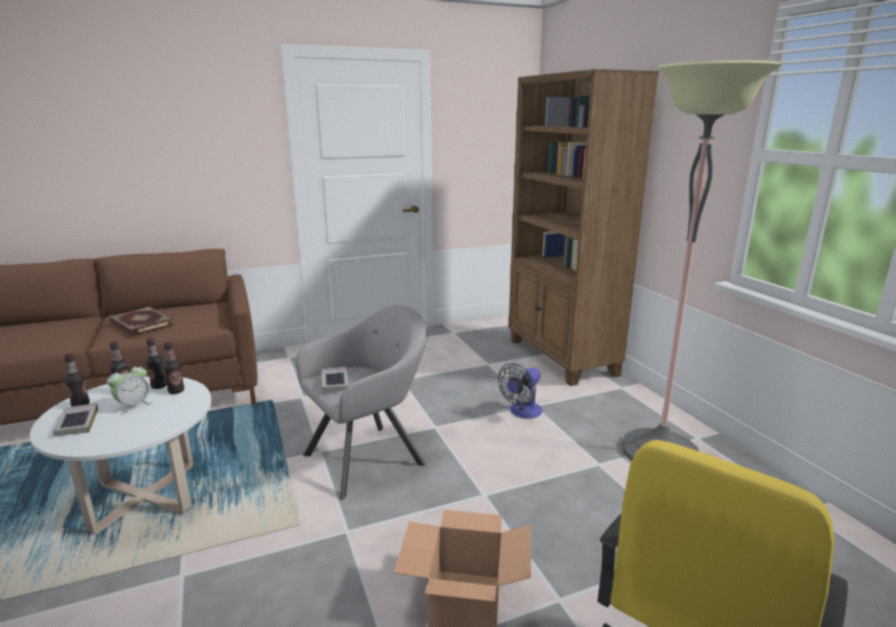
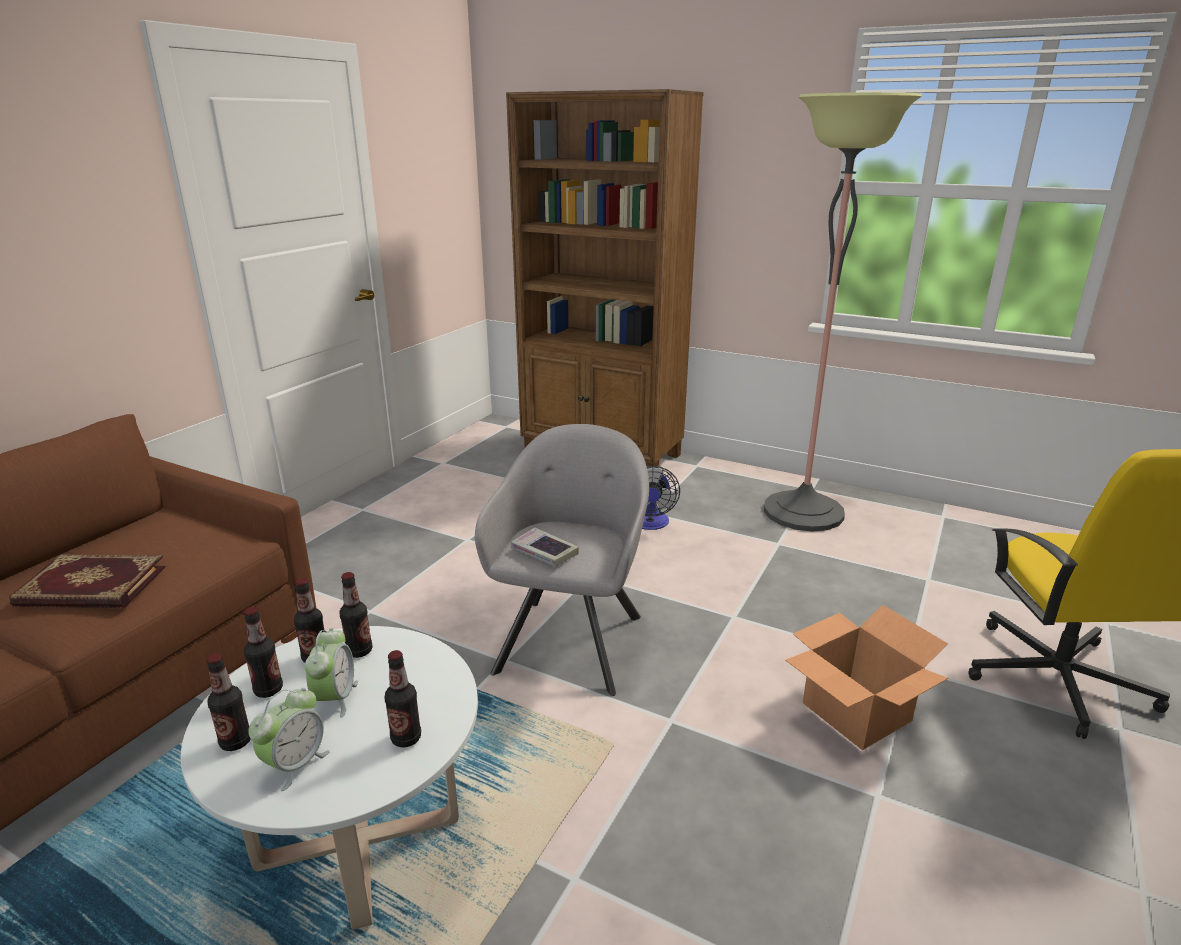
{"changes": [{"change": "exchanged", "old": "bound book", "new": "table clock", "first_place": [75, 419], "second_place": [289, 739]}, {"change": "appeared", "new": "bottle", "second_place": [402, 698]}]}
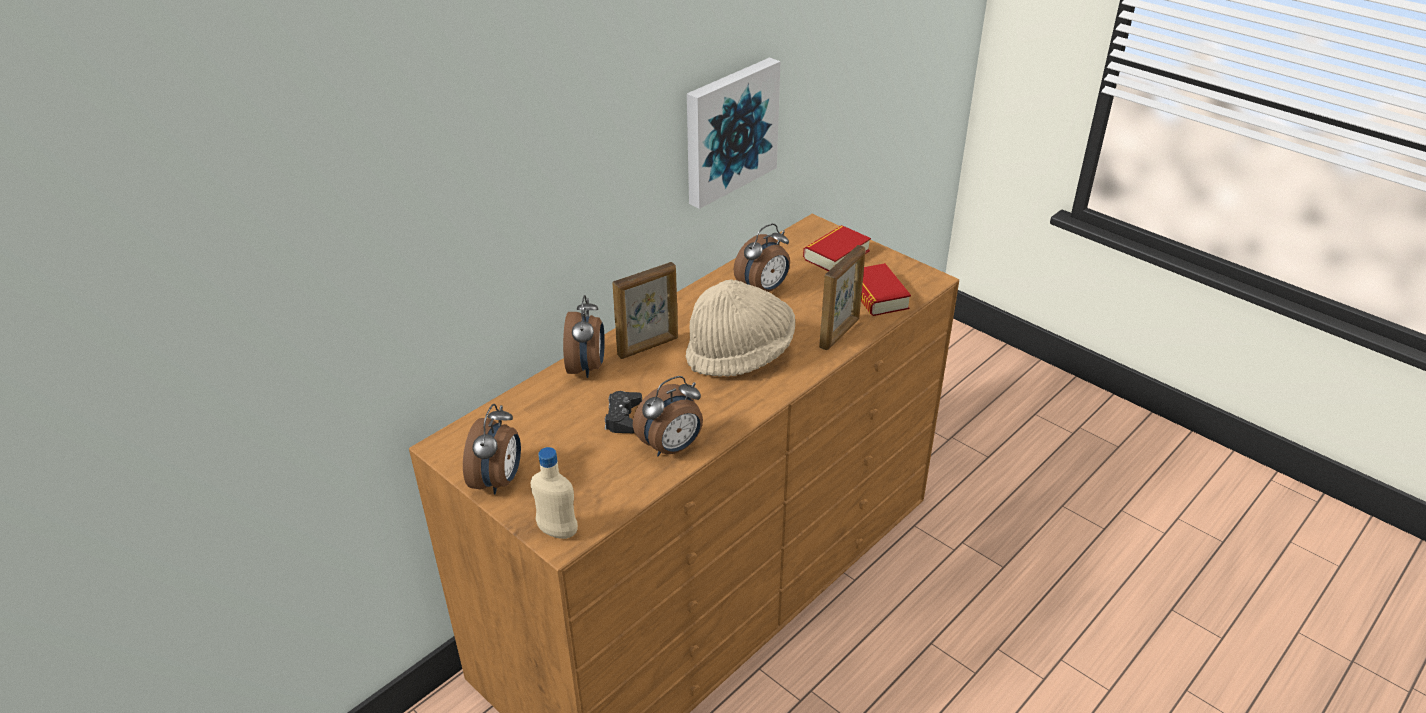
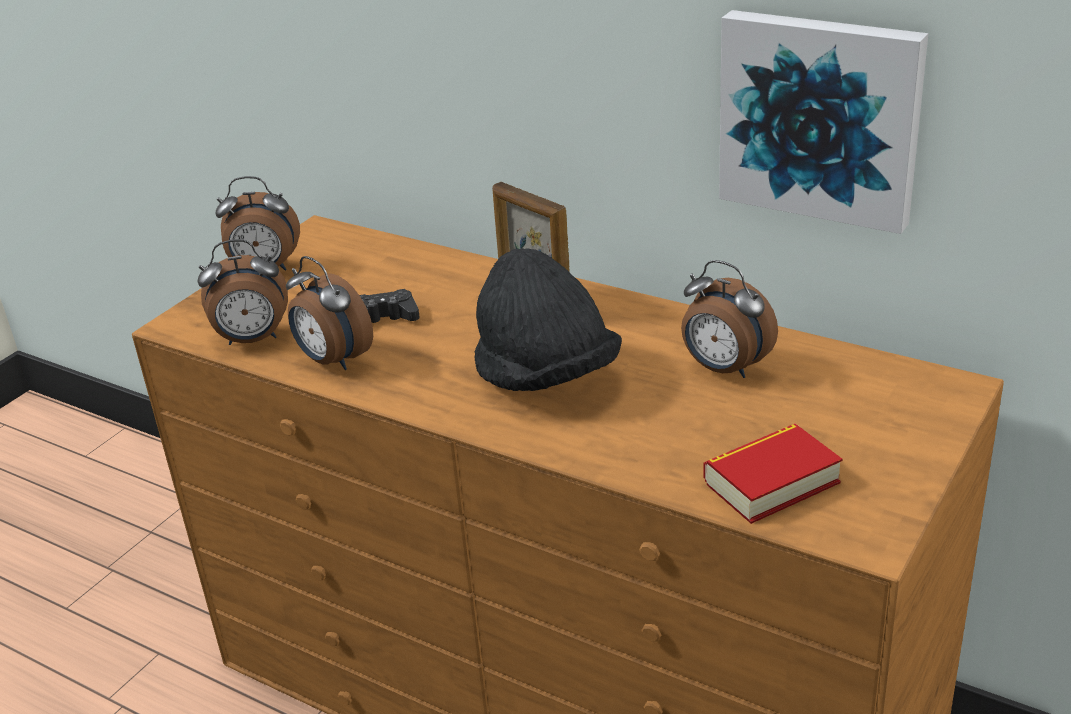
{"changes": [{"change": "missing", "old": "beige-coloured bottle", "first_place": [554, 493]}, {"change": "relocated", "old": "table clock", "first_place": [584, 336], "second_place": [242, 292]}, {"change": "colour", "old": "beige-coloured clothing hat", "new": "black clothing hat", "first_place": [740, 328], "second_place": [548, 319]}, {"change": "missing", "old": "bound book", "first_place": [837, 248]}, {"change": "missing", "old": "standing frame", "first_place": [842, 297]}]}
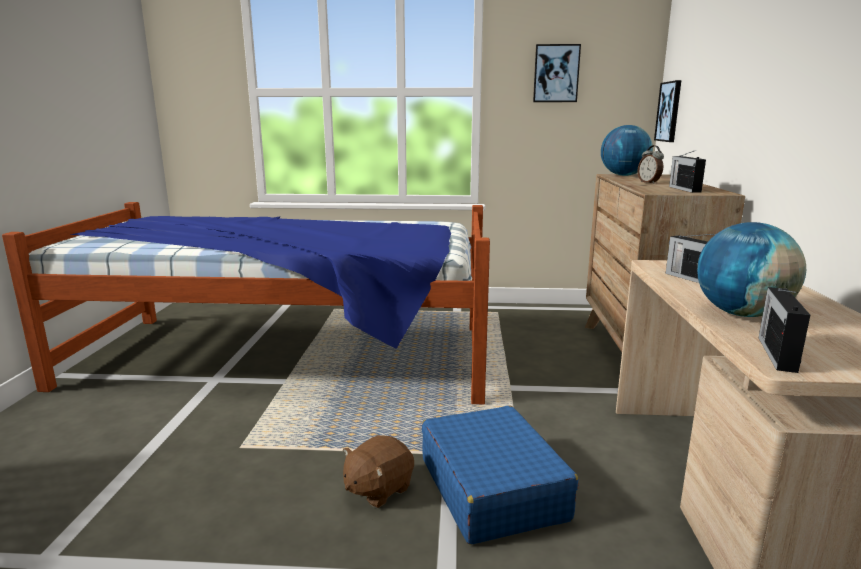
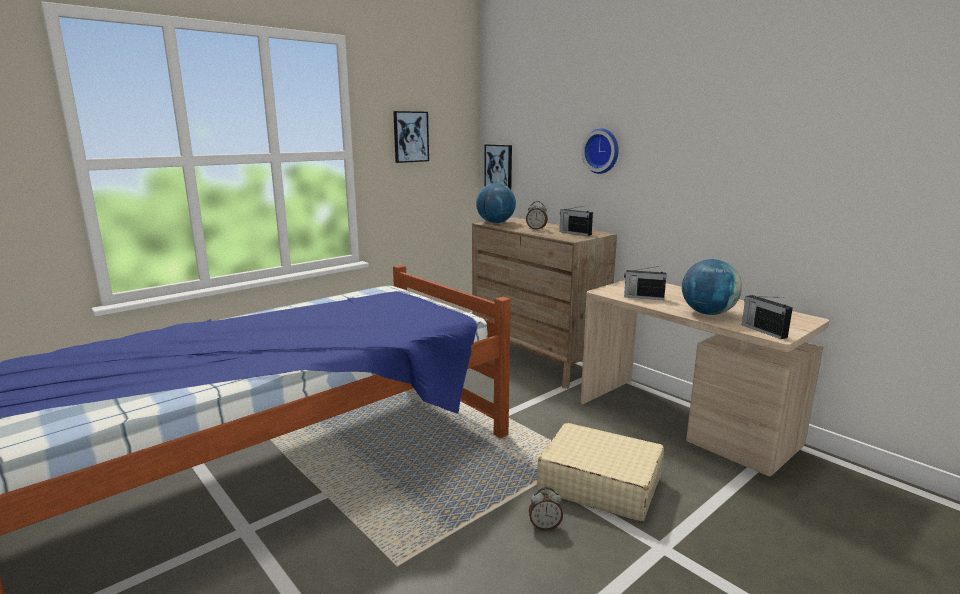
{"changes": [{"change": "exchanged", "old": "brownish plush toy", "new": "table clock", "first_place": [378, 471], "second_place": [546, 509]}, {"change": "colour", "old": "blue-coloured piece of luggage", "new": "beige-coloured piece of luggage", "first_place": [500, 475], "second_place": [600, 472]}, {"change": "appeared", "new": "clock on the wall", "second_place": [600, 151]}]}
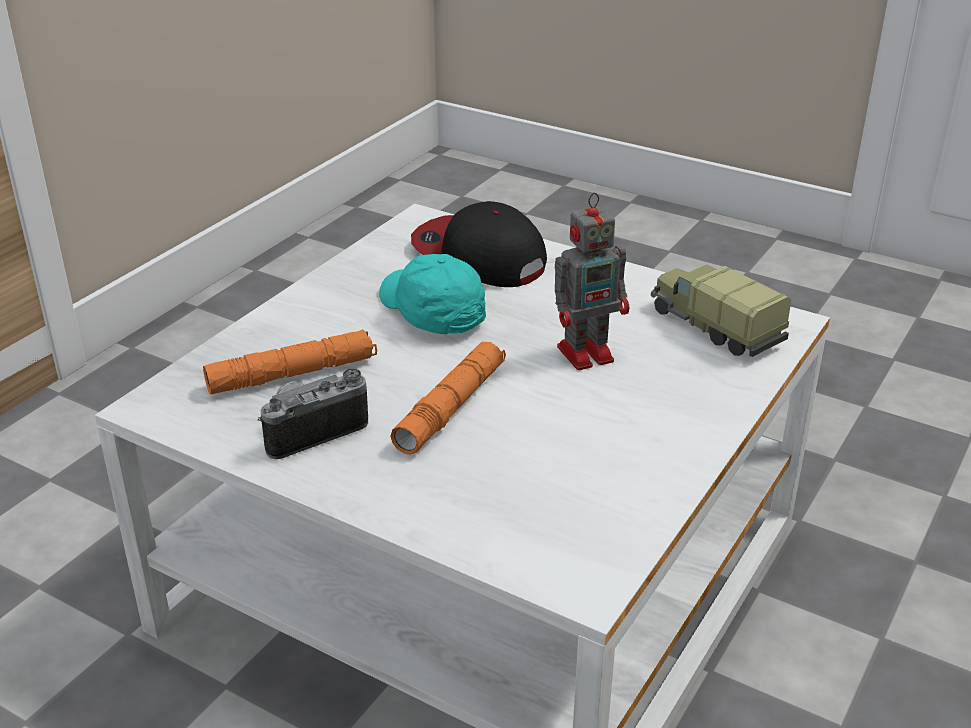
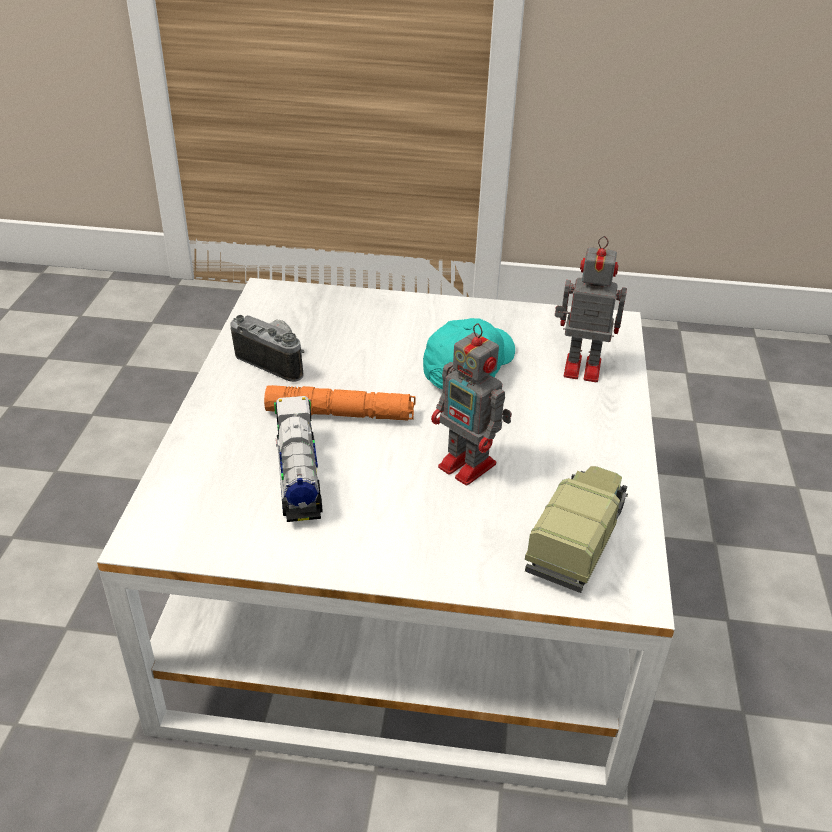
{"changes": [{"change": "missing", "old": "orange flashlight", "first_place": [290, 362]}, {"change": "exchanged", "old": "cap", "new": "model robot", "first_place": [479, 244], "second_place": [591, 309]}, {"change": "appeared", "new": "toy lorry", "second_place": [298, 459]}]}
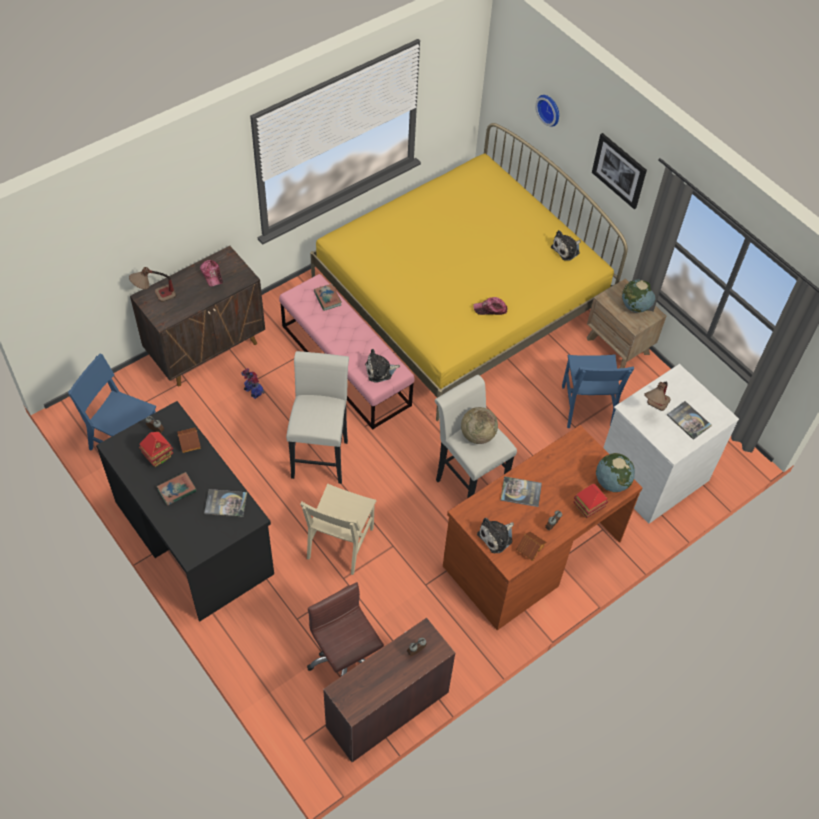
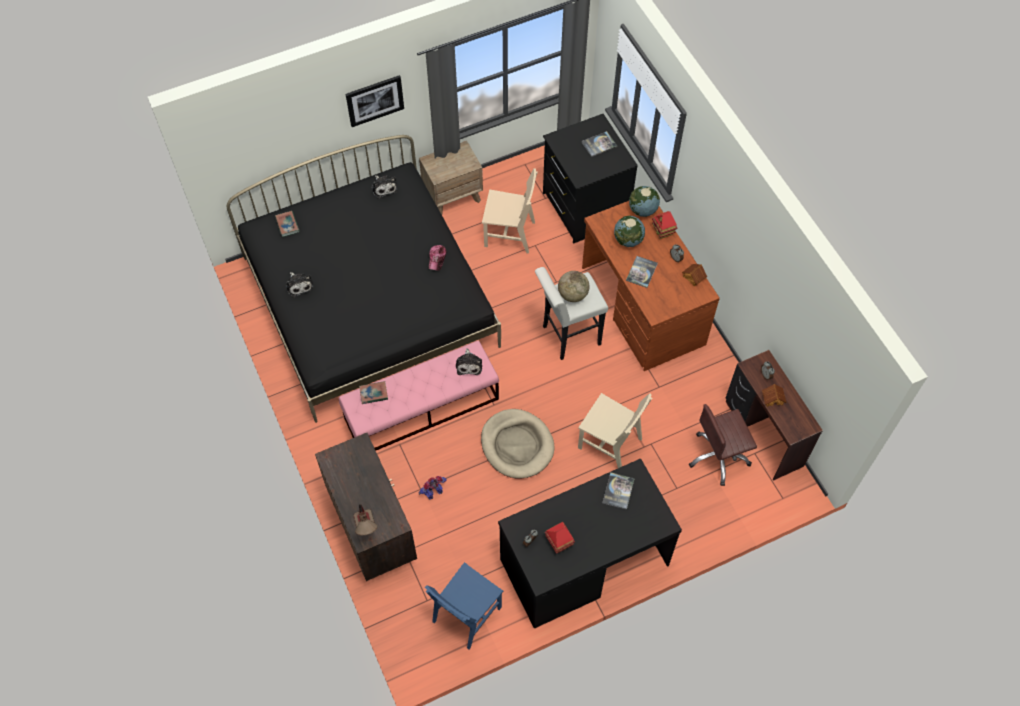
{"changes": [{"change": "relocated", "old": "bound book", "first_place": [176, 489], "second_place": [287, 224]}, {"change": "relocated", "old": "model house", "first_place": [189, 440], "second_place": [774, 395]}, {"change": "missing", "old": "cap", "first_place": [211, 273]}, {"change": "exchanged", "old": "whitish stool", "new": "beige-coloured dog cushion", "first_place": [317, 417], "second_place": [518, 444]}, {"change": "colour", "old": "yellowish bedroom bed", "new": "black bedroom bed", "first_place": [469, 272], "second_place": [364, 279]}, {"change": "relocated", "old": "plush toy", "first_place": [495, 535], "second_place": [299, 285]}, {"change": "missing", "old": "clock on the wall", "first_place": [547, 111]}, {"change": "colour", "old": "blue-coloured upright chair", "new": "beige-coloured upright chair", "first_place": [598, 391], "second_place": [510, 211]}, {"change": "colour", "old": "whitish drawer chest", "new": "black drawer chest", "first_place": [671, 443], "second_place": [590, 179]}, {"change": "relocated", "old": "desk globe", "first_place": [638, 296], "second_place": [629, 231]}, {"change": "missing", "old": "table lamp", "first_place": [657, 396]}]}
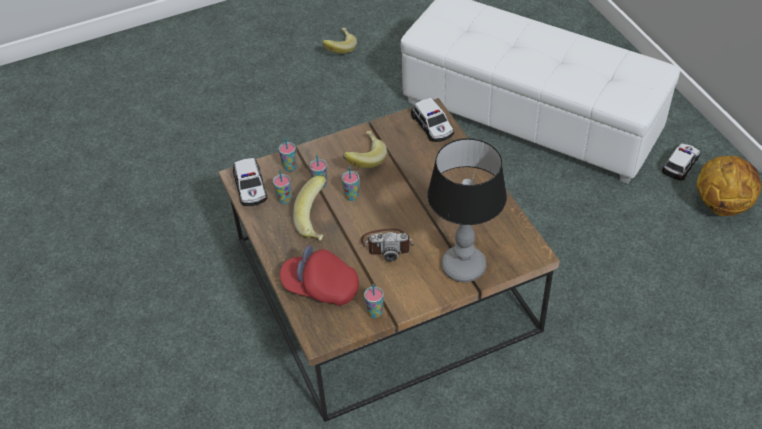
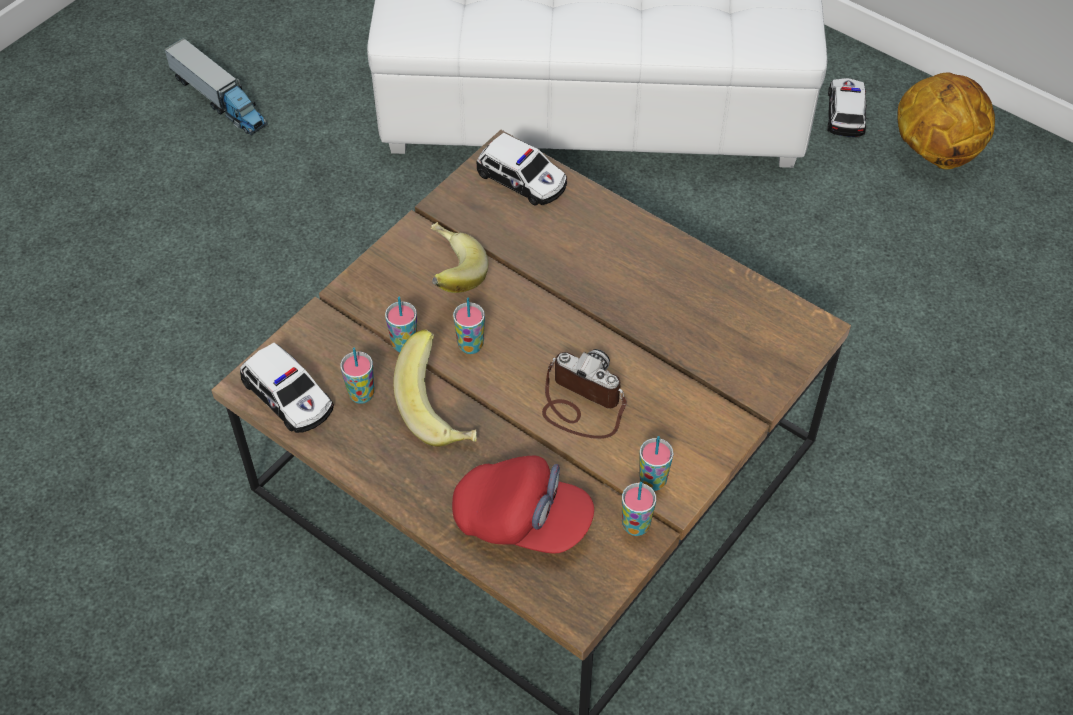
{"changes": [{"change": "relocated", "old": "cup", "first_place": [288, 154], "second_place": [656, 463]}, {"change": "spun", "old": "reddish cap", "first_place": [319, 275], "second_place": [523, 505], "degrees": -150}, {"change": "exchanged", "old": "banana fruit", "new": "toy lorry", "first_place": [339, 41], "second_place": [216, 86]}, {"change": "spun", "old": "still camera", "first_place": [387, 245], "second_place": [584, 394], "degrees": -120}, {"change": "missing", "old": "table lamp", "first_place": [467, 210]}]}
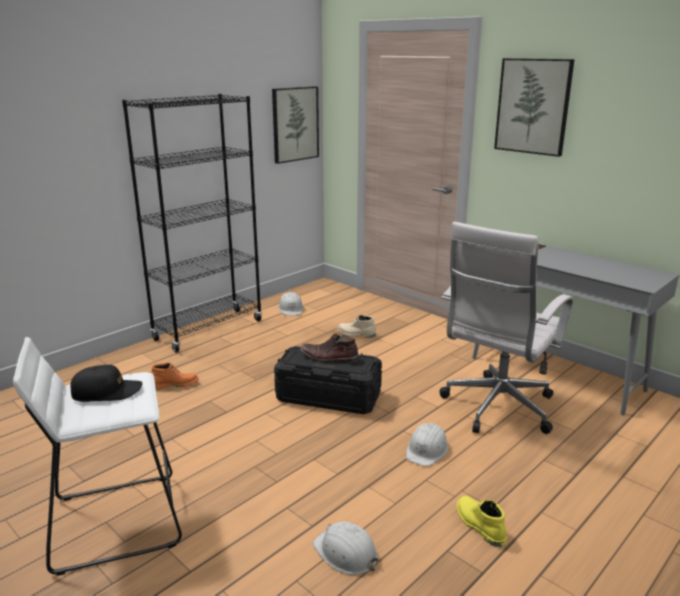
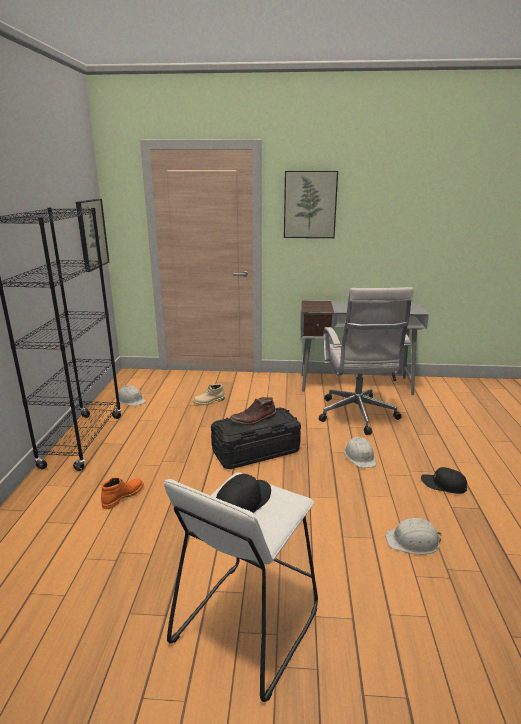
{"changes": [{"change": "exchanged", "old": "yellowish tall boot", "new": "black cap", "first_place": [482, 521], "second_place": [444, 480]}]}
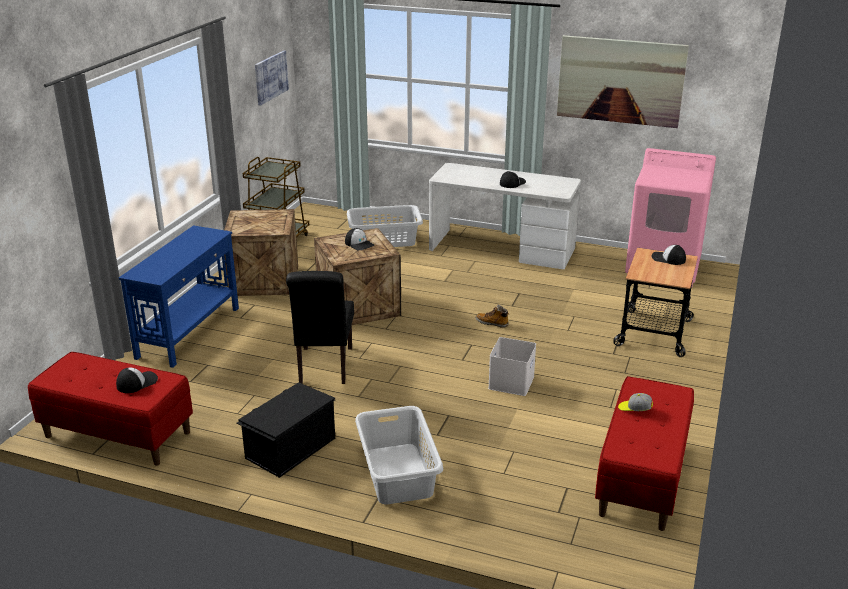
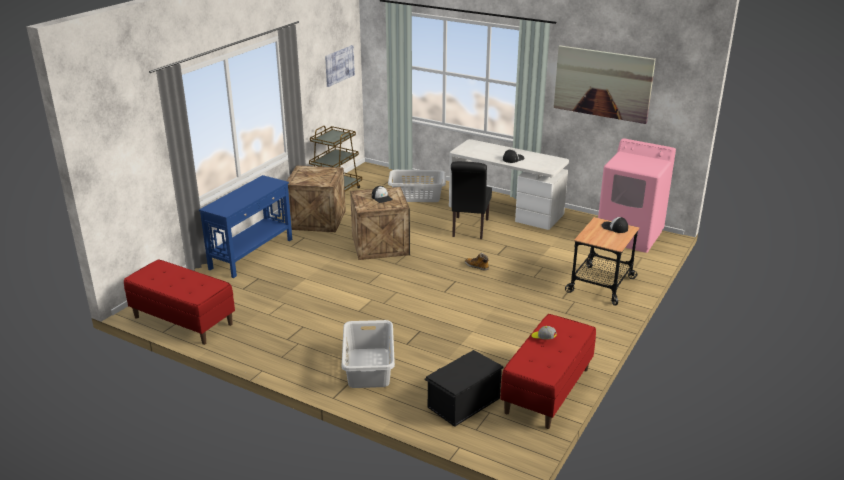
{"changes": [{"change": "missing", "old": "cap", "first_place": [137, 380]}, {"change": "relocated", "old": "black storage bin", "first_place": [286, 430], "second_place": [463, 388]}, {"change": "relocated", "old": "black upright chair", "first_place": [320, 327], "second_place": [471, 200]}, {"change": "missing", "old": "whitish storage bin", "first_place": [512, 366]}]}
